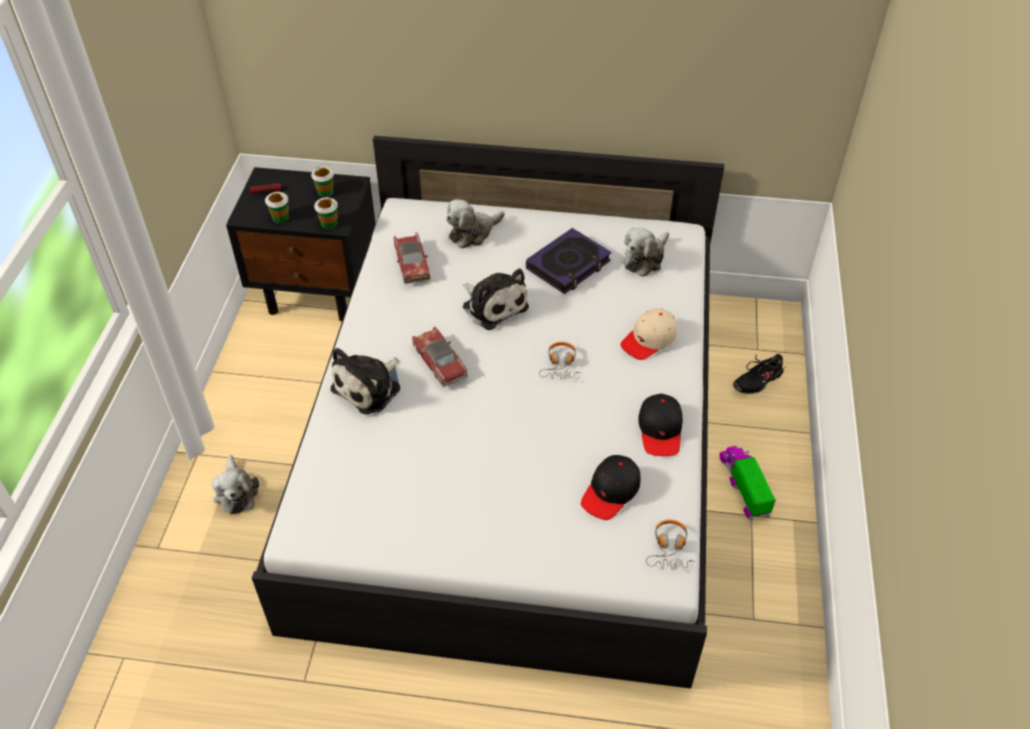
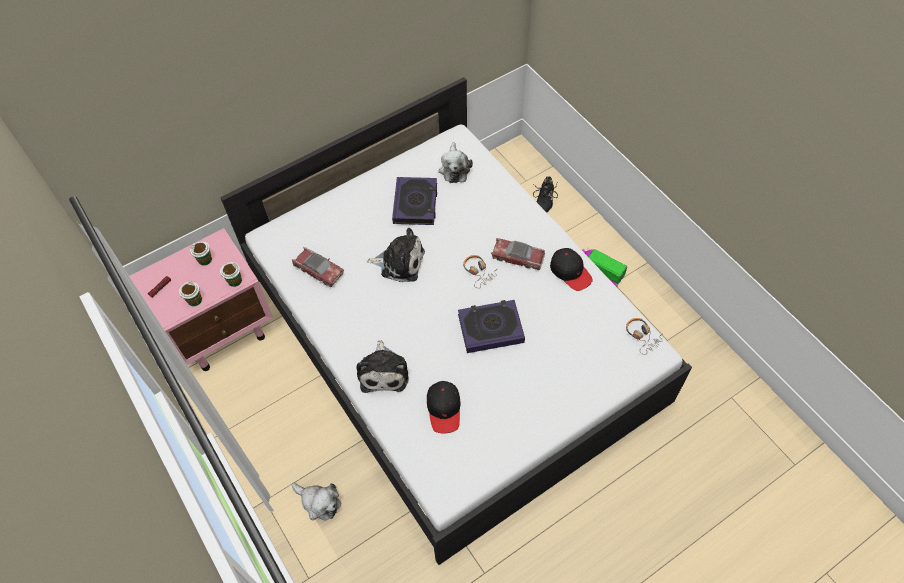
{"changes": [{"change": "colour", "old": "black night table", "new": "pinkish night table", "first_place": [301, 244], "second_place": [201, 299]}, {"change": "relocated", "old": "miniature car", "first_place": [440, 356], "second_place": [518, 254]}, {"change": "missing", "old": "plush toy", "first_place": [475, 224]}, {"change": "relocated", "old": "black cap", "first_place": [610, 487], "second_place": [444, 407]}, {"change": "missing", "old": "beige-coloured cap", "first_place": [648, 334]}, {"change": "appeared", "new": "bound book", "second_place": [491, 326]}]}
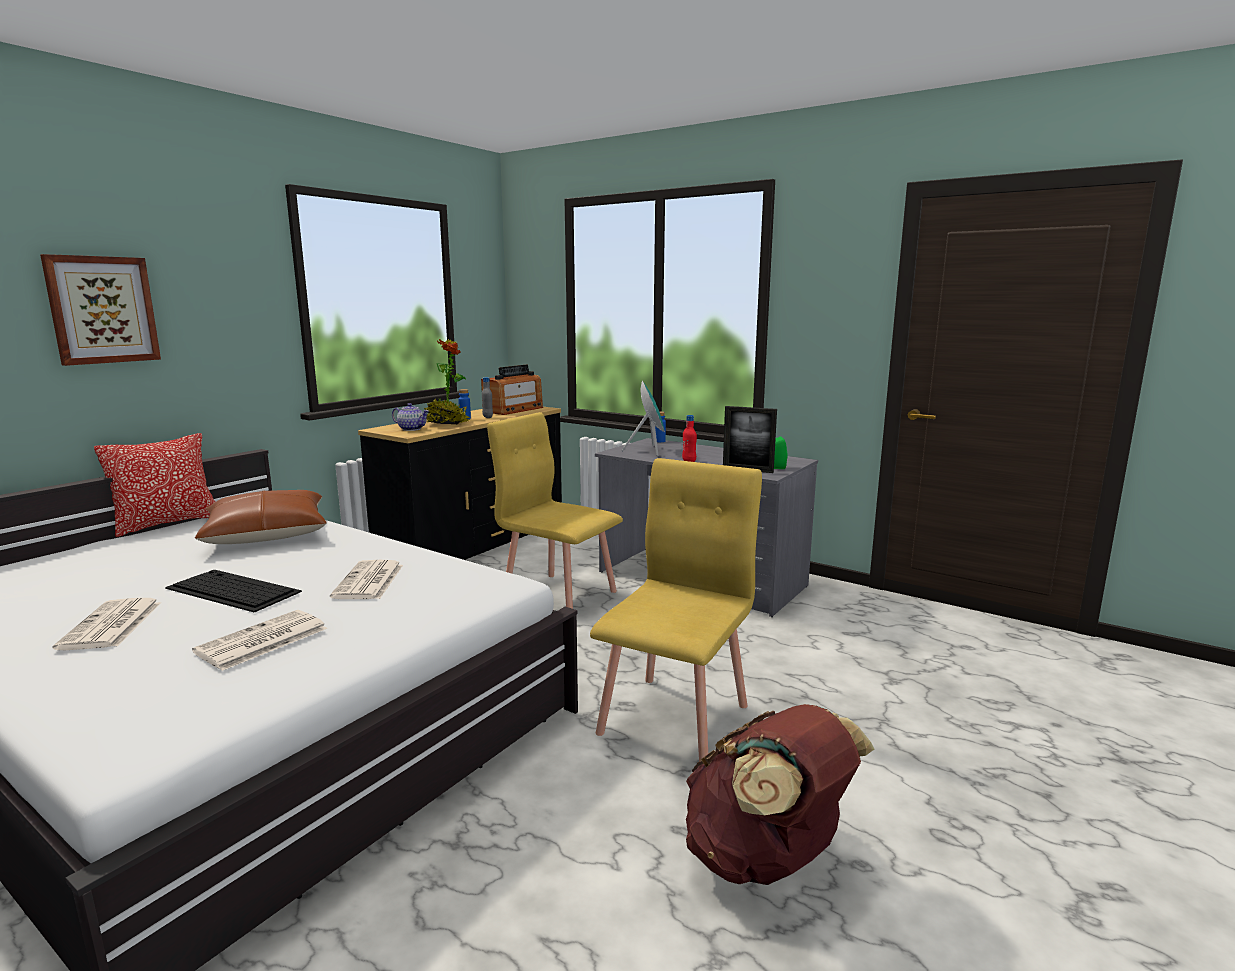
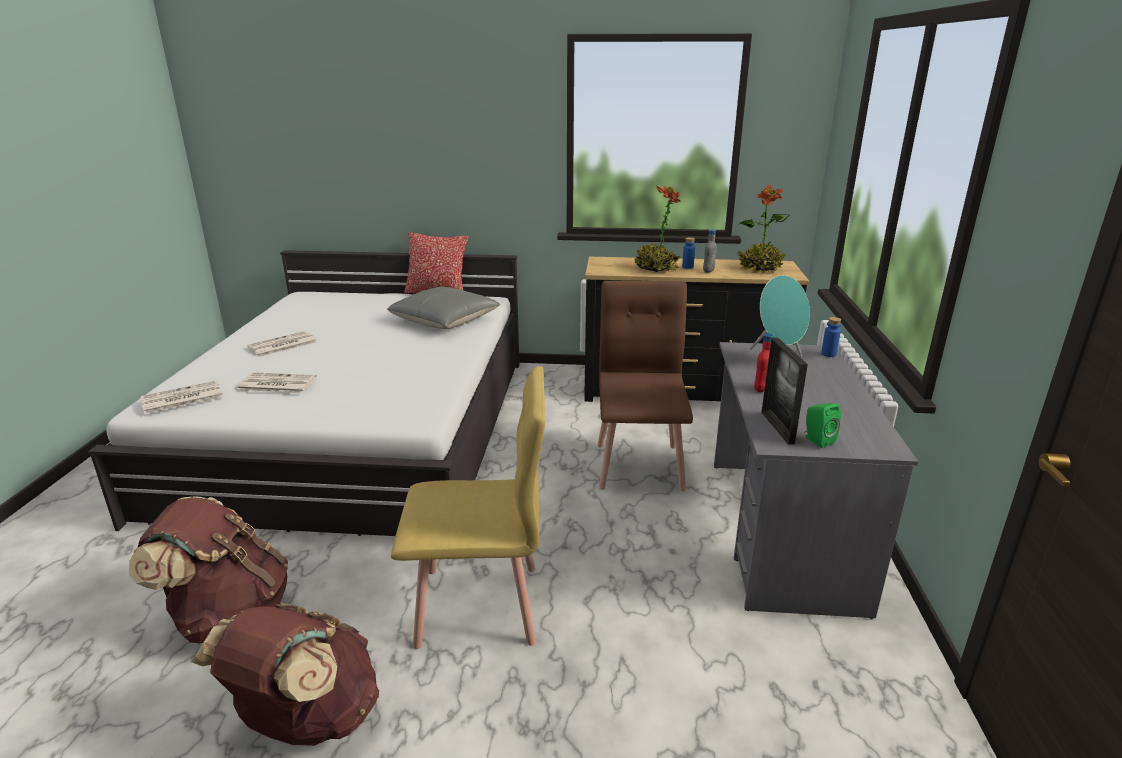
{"changes": [{"change": "missing", "old": "wall picture", "first_place": [100, 310]}, {"change": "missing", "old": "PC keyboard", "first_place": [233, 591]}, {"change": "colour", "old": "brownish cushion", "new": "greyish cushion", "first_place": [261, 517], "second_place": [443, 308]}, {"change": "relocated", "old": "newspaper", "first_place": [366, 579], "second_place": [182, 397]}, {"change": "missing", "old": "tea pot", "first_place": [410, 417]}, {"change": "exchanged", "old": "radio set", "new": "plant in a pot", "first_place": [512, 390], "second_place": [763, 229]}, {"change": "colour", "old": "yellowish upright chair", "new": "brownish upright chair", "first_place": [555, 510], "second_place": [645, 386]}, {"change": "appeared", "new": "brownish backpack", "second_place": [208, 569]}]}
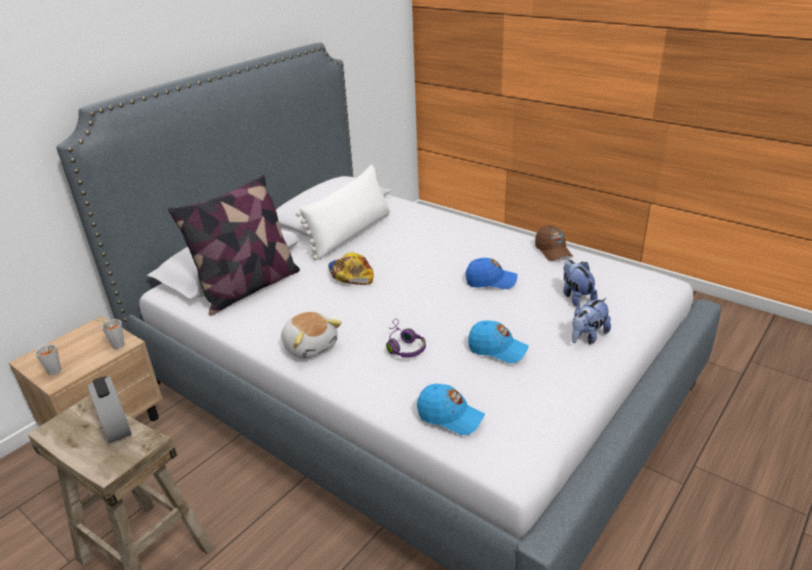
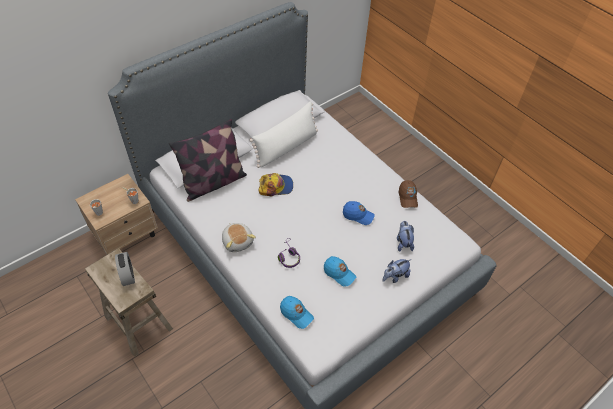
{"changes": [{"change": "spun", "old": "cap", "first_place": [351, 268], "second_place": [275, 184], "degrees": 90}]}
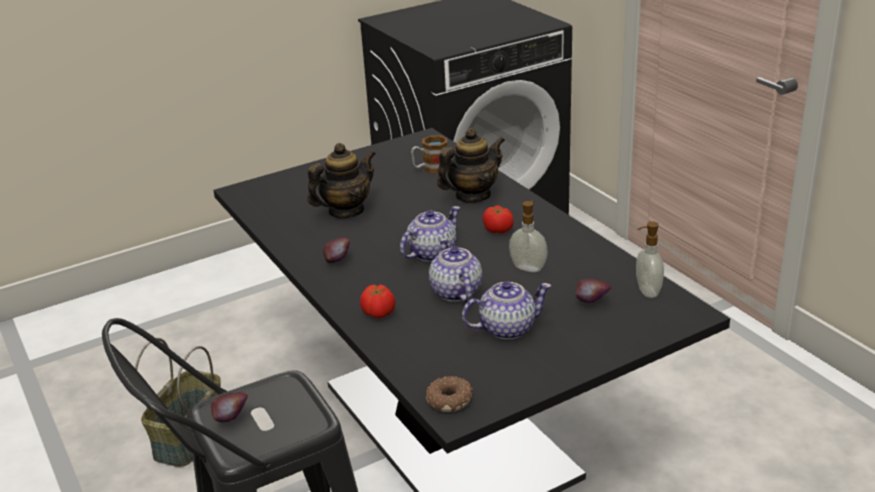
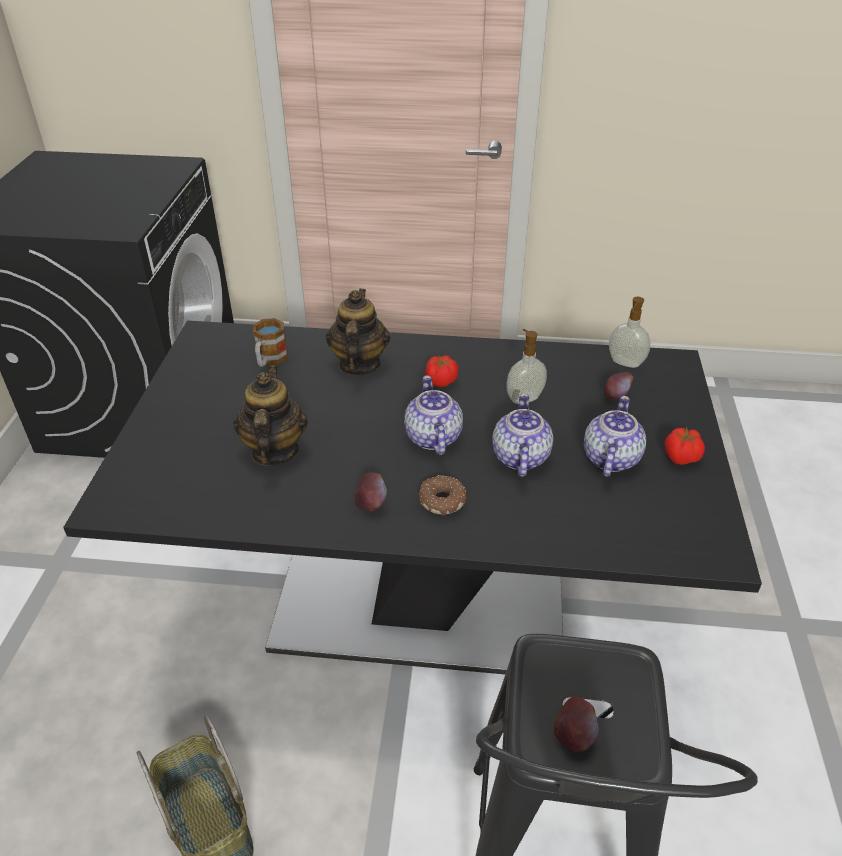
{"changes": [{"change": "relocated", "old": "tomato", "first_place": [377, 301], "second_place": [685, 446]}, {"change": "relocated", "old": "doughnut", "first_place": [449, 394], "second_place": [442, 495]}, {"change": "spun", "old": "tea pot", "first_place": [456, 270], "second_place": [522, 434], "degrees": 75}]}
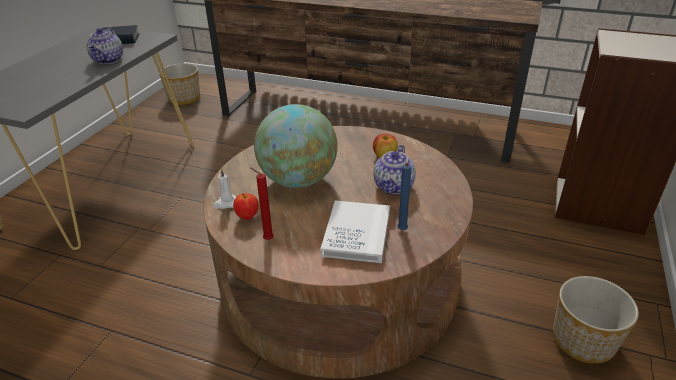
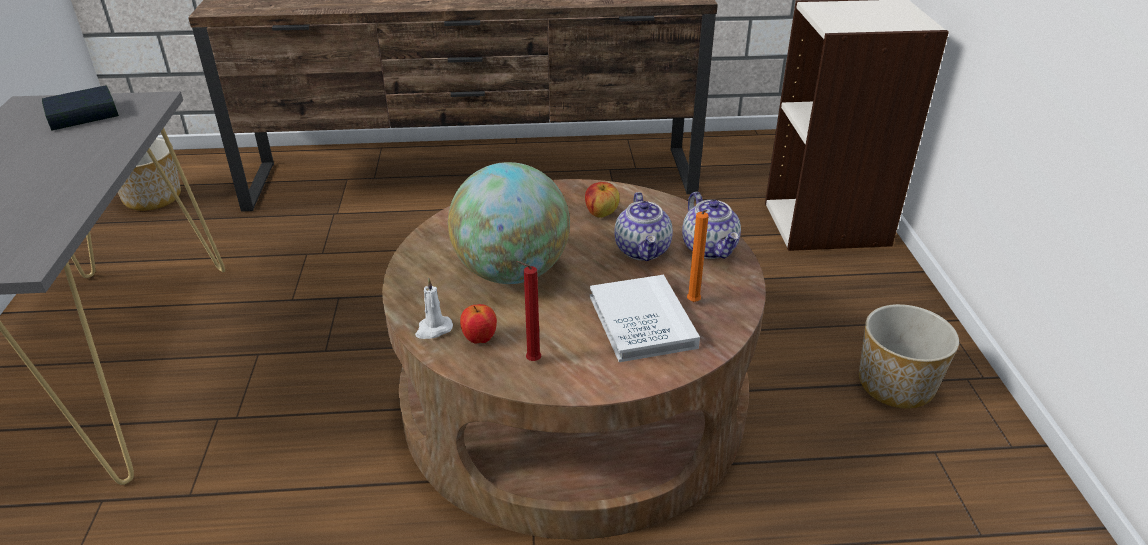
{"changes": [{"change": "relocated", "old": "tea pot", "first_place": [104, 45], "second_place": [711, 225]}, {"change": "colour", "old": "blue-coloured wax light", "new": "orange wax light", "first_place": [404, 196], "second_place": [698, 256]}]}
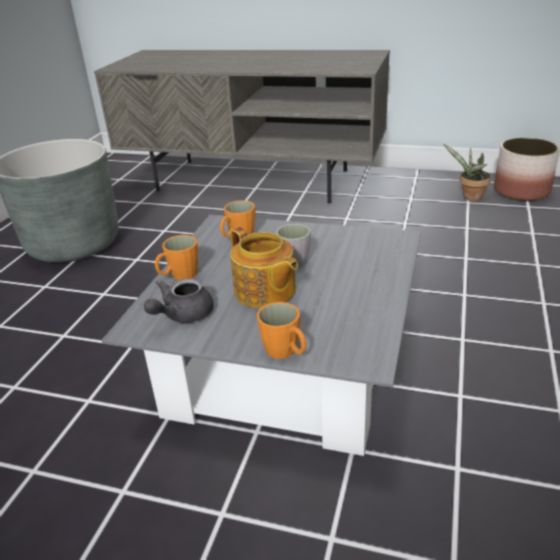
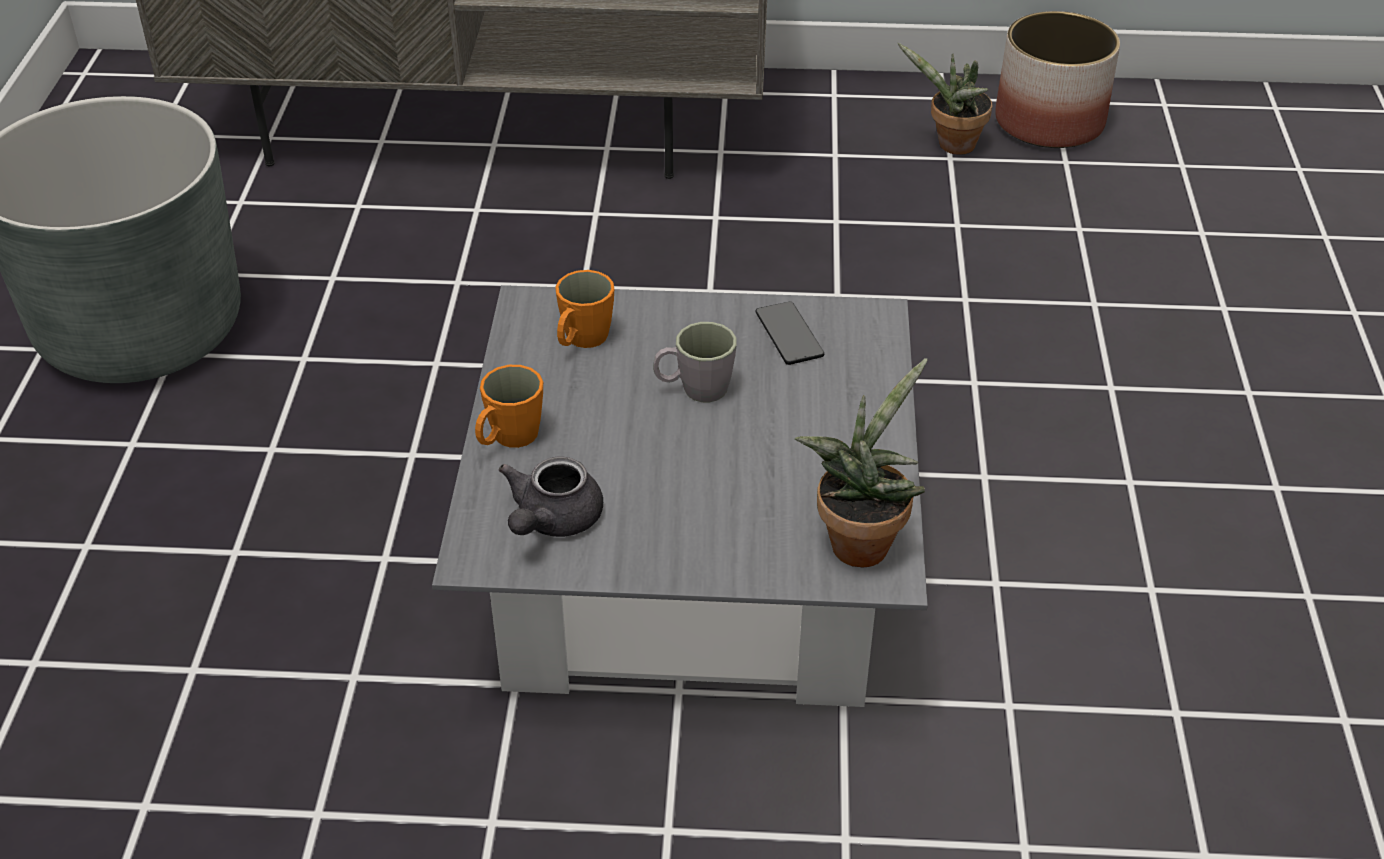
{"changes": [{"change": "missing", "old": "tea pot", "first_place": [264, 268]}, {"change": "missing", "old": "orange tea mug", "first_place": [281, 330]}, {"change": "appeared", "new": "handset", "second_place": [789, 333]}, {"change": "appeared", "new": "plant in a pot", "second_place": [861, 463]}]}
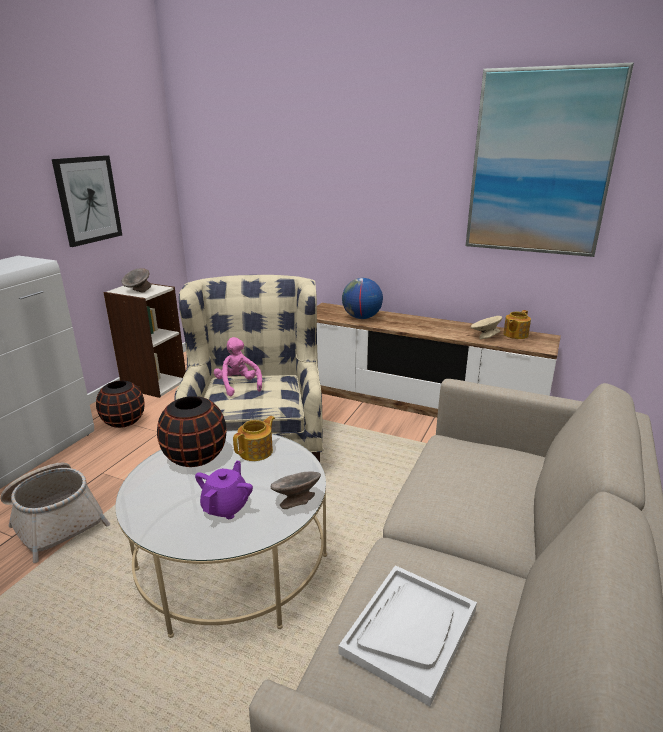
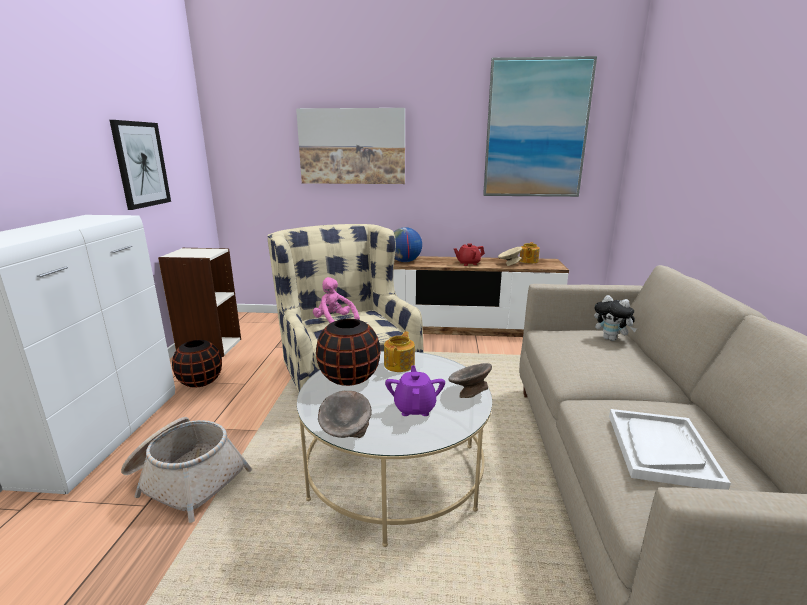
{"changes": [{"change": "relocated", "old": "greyish serving bowl", "first_place": [136, 280], "second_place": [345, 414]}, {"change": "appeared", "new": "wall picture", "second_place": [350, 146]}, {"change": "appeared", "new": "reddish tea pot", "second_place": [469, 254]}, {"change": "appeared", "new": "plush toy", "second_place": [615, 318]}]}
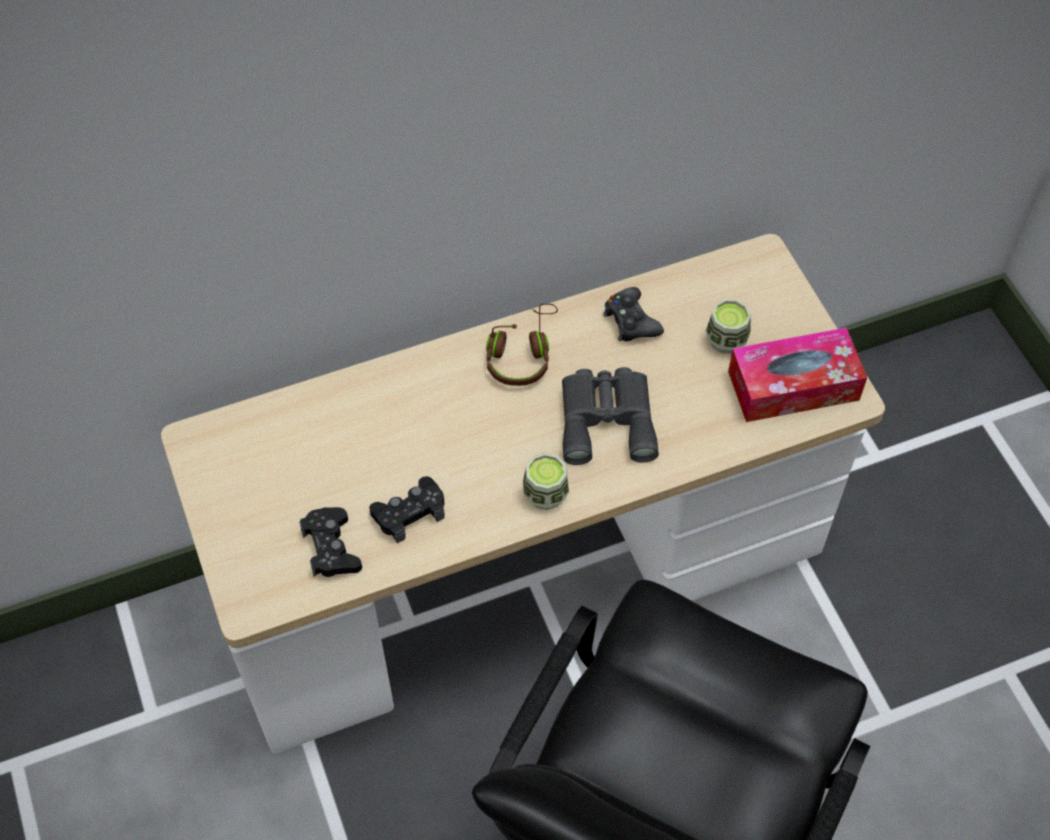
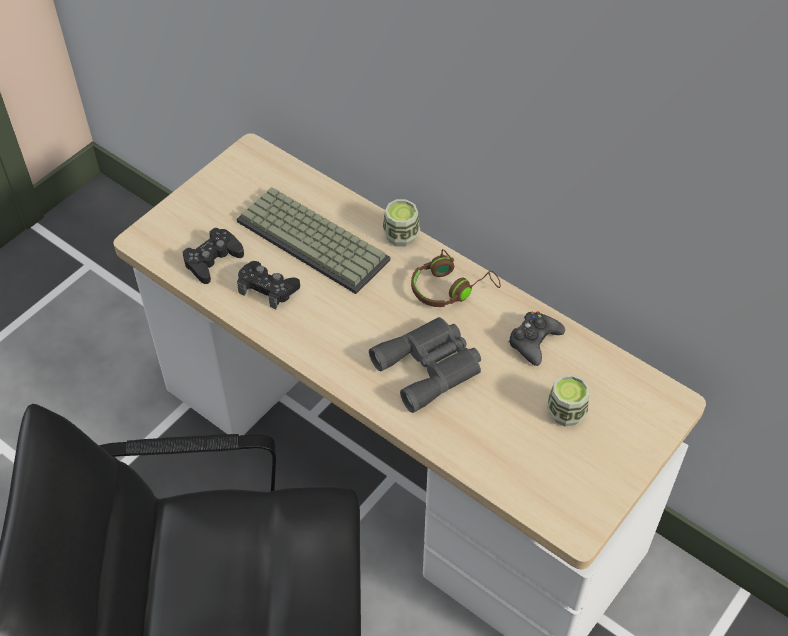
{"changes": [{"change": "relocated", "old": "cup", "first_place": [546, 481], "second_place": [401, 223]}, {"change": "missing", "old": "tissue holder", "first_place": [797, 374]}, {"change": "appeared", "new": "PC keyboard", "second_place": [313, 240]}]}
